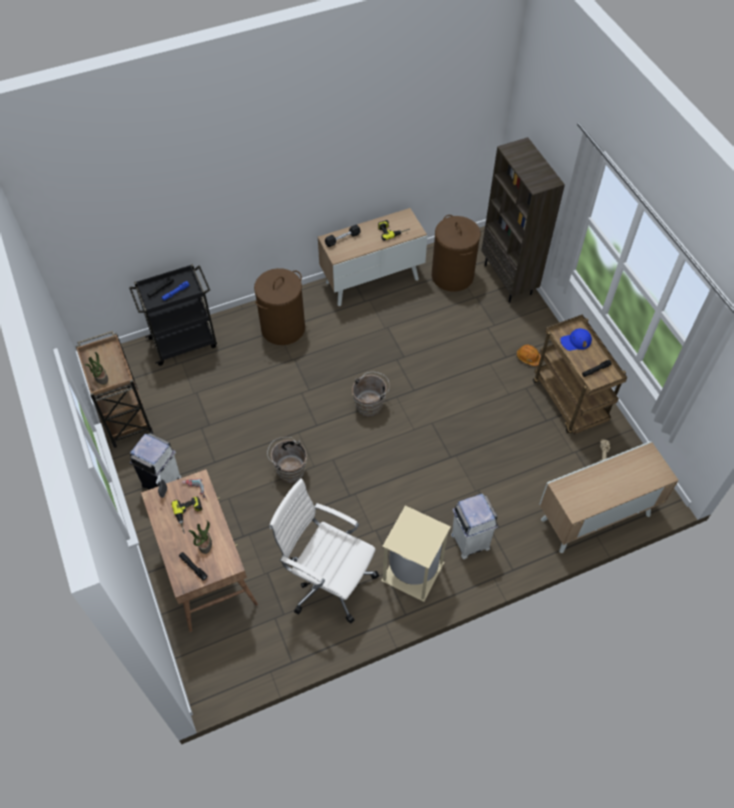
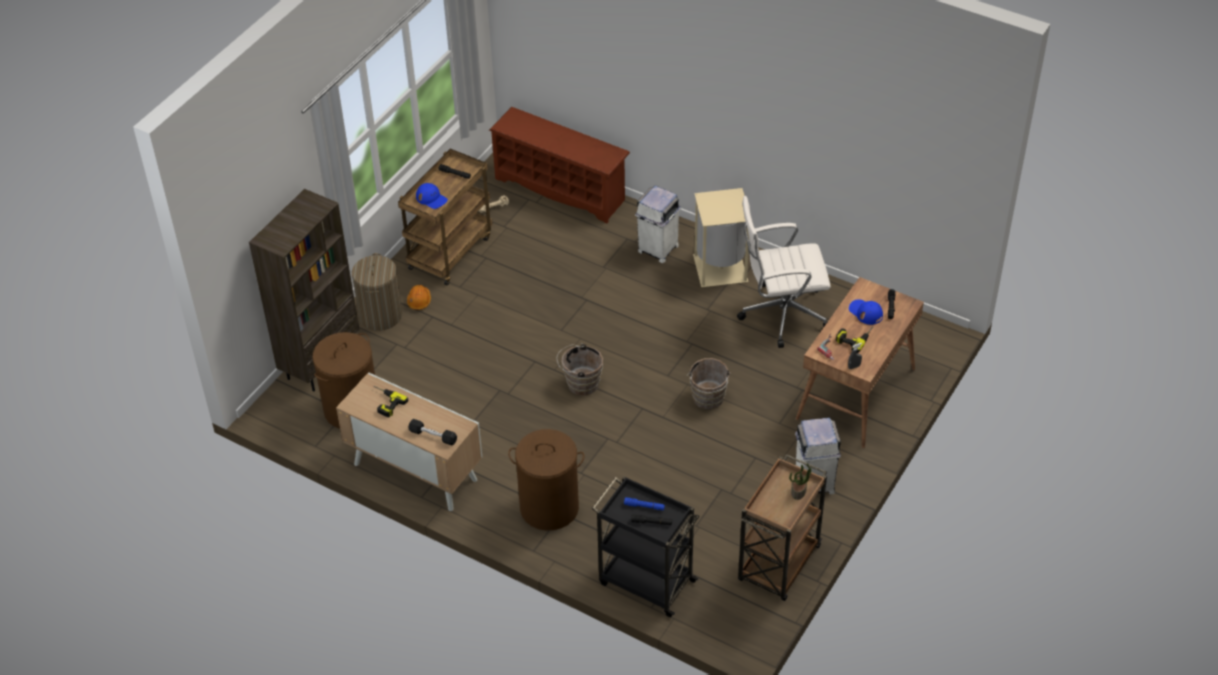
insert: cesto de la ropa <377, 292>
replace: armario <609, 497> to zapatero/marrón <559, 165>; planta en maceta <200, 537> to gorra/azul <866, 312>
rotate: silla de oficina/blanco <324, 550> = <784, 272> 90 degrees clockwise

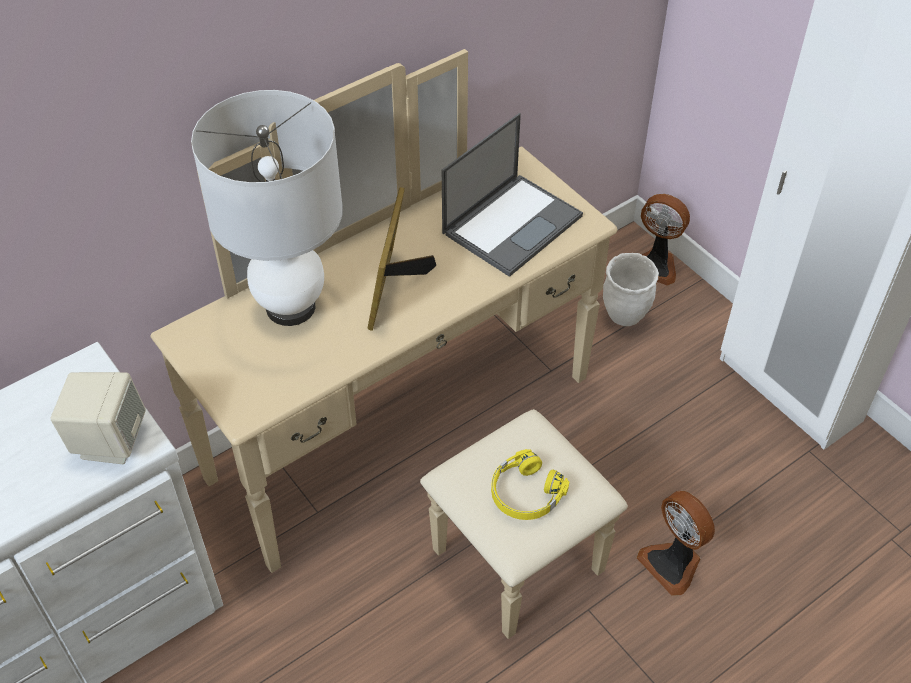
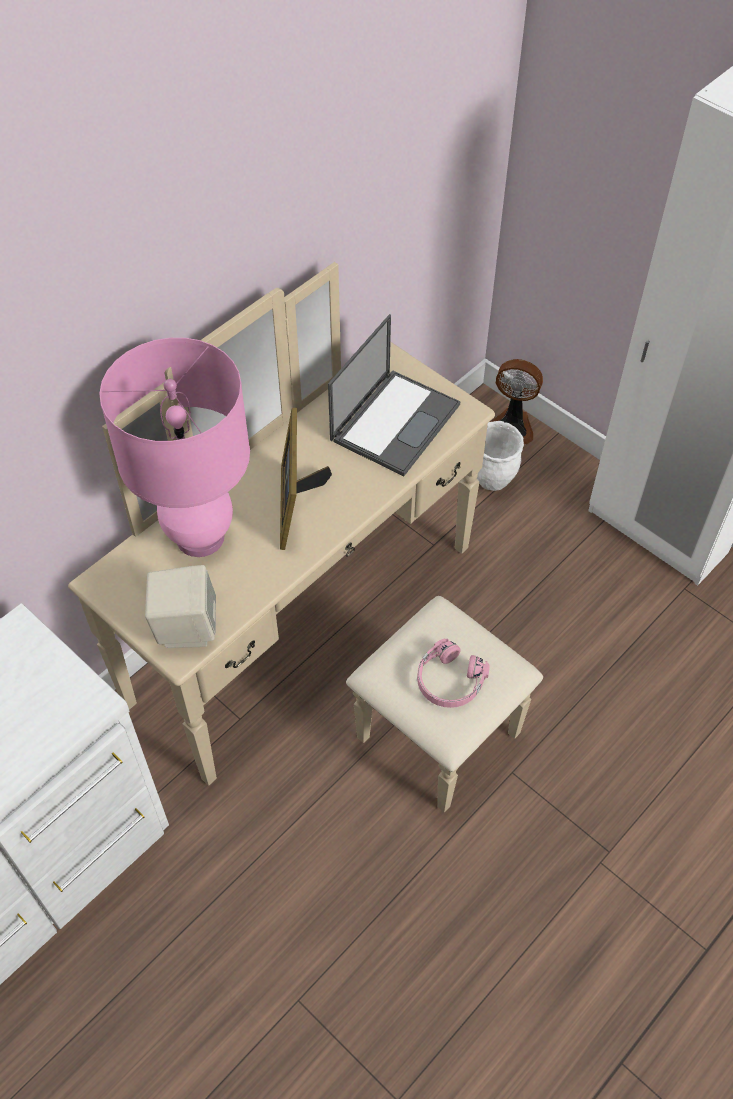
delete: ventilador <676, 543>
move: altavoz/beis <98, 418> to <180, 606>
recolor: lámpara de mesa/blanco <267, 208> to lámpara de mesa/rosa <174, 447>; auriculares/amarillo <530, 484> to auriculares/rosa <453, 673>

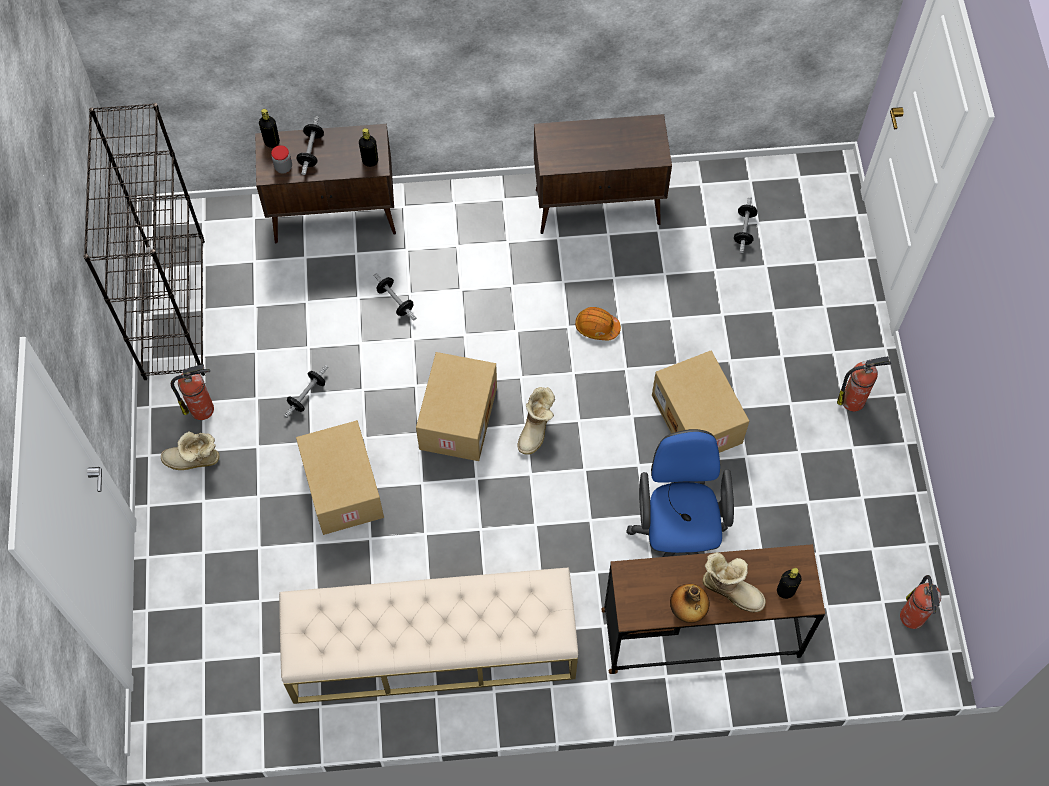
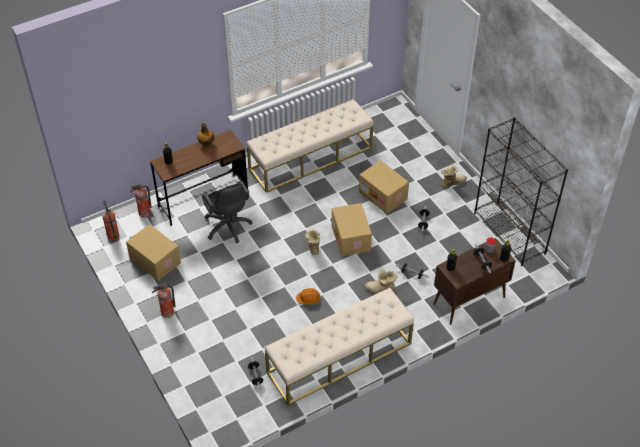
move: caja de cartón <700, 401> to <153, 252>; extintor <192, 392> to <141, 201>; bota <734, 582> to <381, 281>
replace: armario/marrón <603, 174> to banco/beis <339, 346>
recolor: silla de oficina/azul <680, 493> to silla de oficina/negro <227, 212>

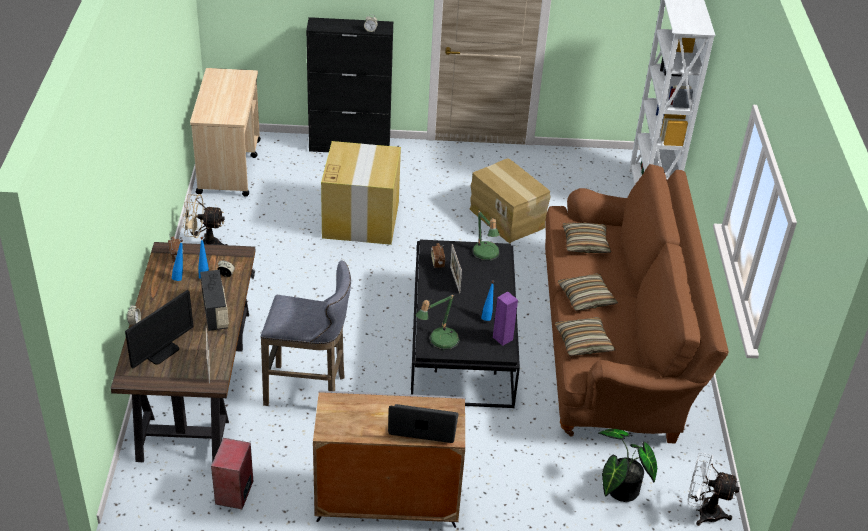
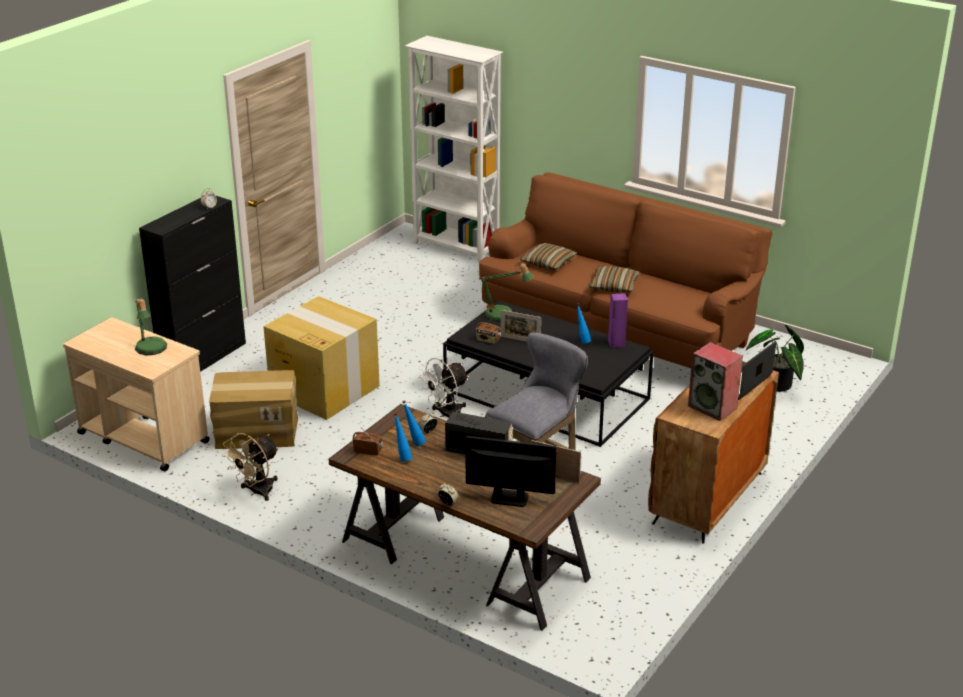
delete: cojín <585, 336>
move: lámpara de mesa <438, 322> to <151, 326>; caja de cartón <510, 200> to <253, 409>; ventilador/blanco <714, 489> to <443, 387>; altavoz <232, 473> to <715, 381>
recolor: armario/gris <389, 459> to armario/marrón <713, 452>
rotate: monitor <159, 329> = <511, 471> 60 degrees counterclockwise

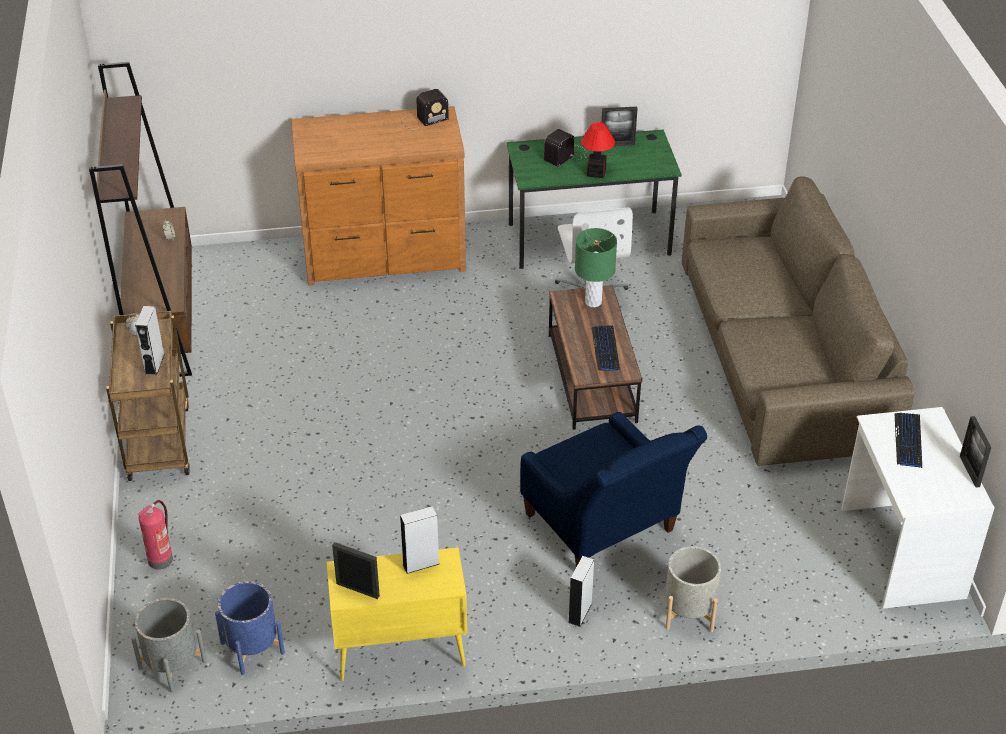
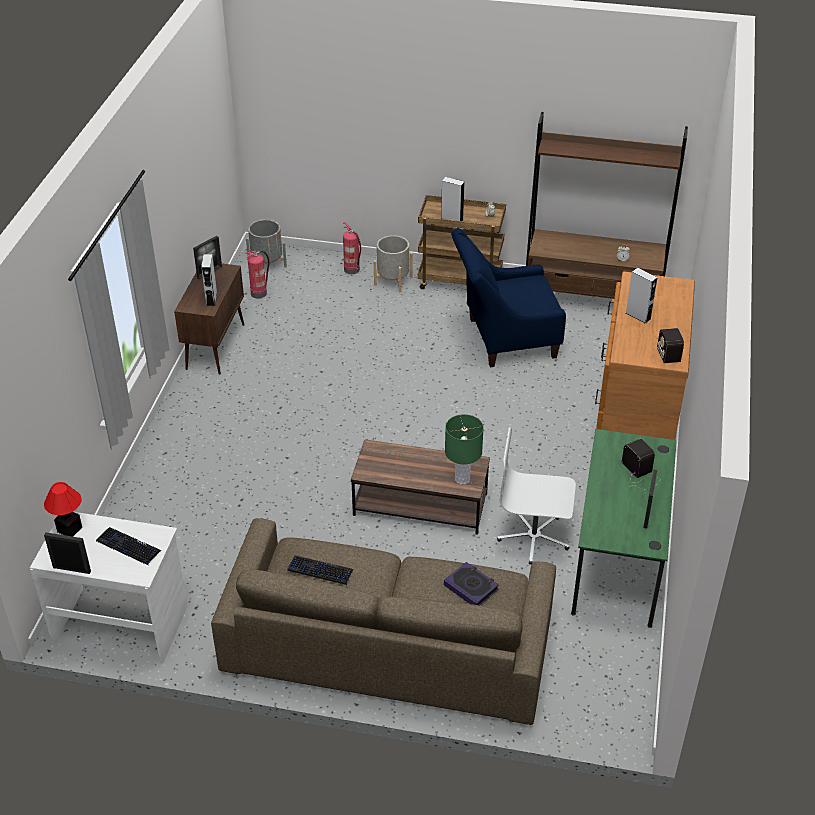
insert: libro <471, 584>
move: lámpara de mesa <598, 150> to <63, 509>; teclado <605, 348> to <320, 570>; maceta/gris <693, 589> to <393, 263>; sillón/azul <613, 489> to <508, 297>; altavoz/gris <581, 591> to <641, 296>
replace: maceta/azul <250, 628> to extintor <257, 275>
recolor: armario/amarillo <397, 614> to armario/marrón <209, 319>

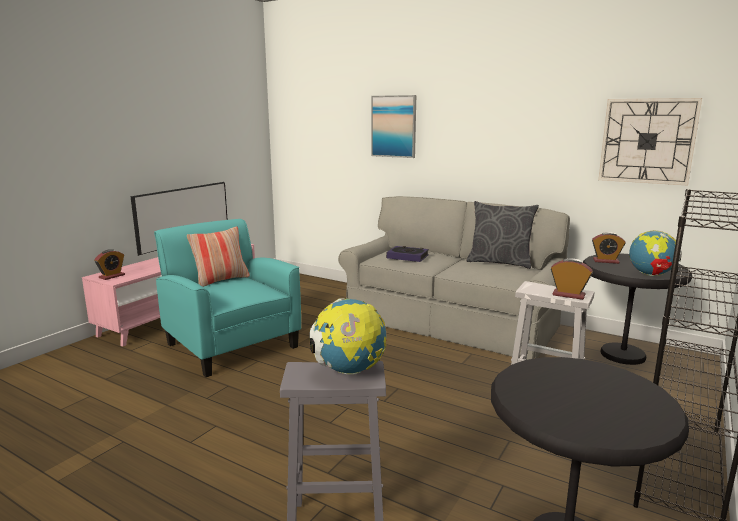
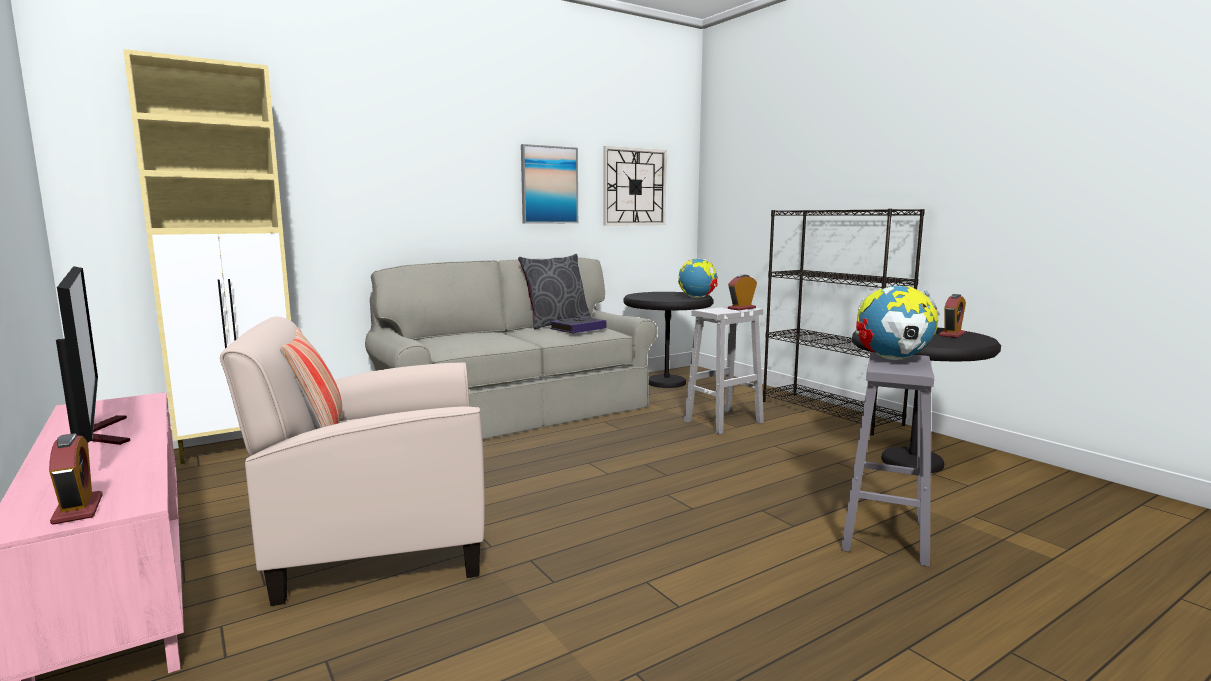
insert: armario/beis <207, 256>
move: cuadro <393, 126> to <549, 184>; libro <407, 254> to <578, 325>; despertador <608, 248> to <952, 316>
recolor: sillón/turquesa <227, 298> to sillón/beis <352, 461>

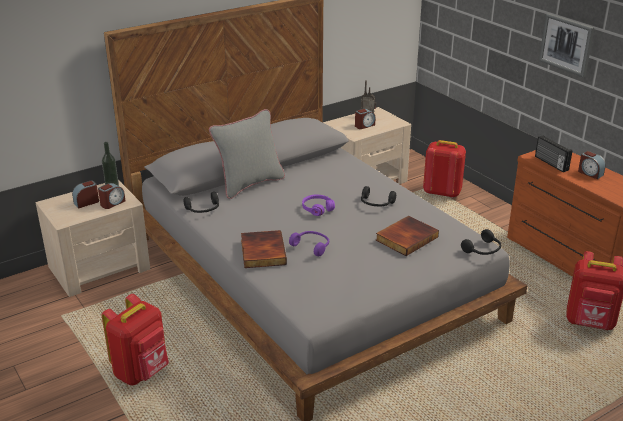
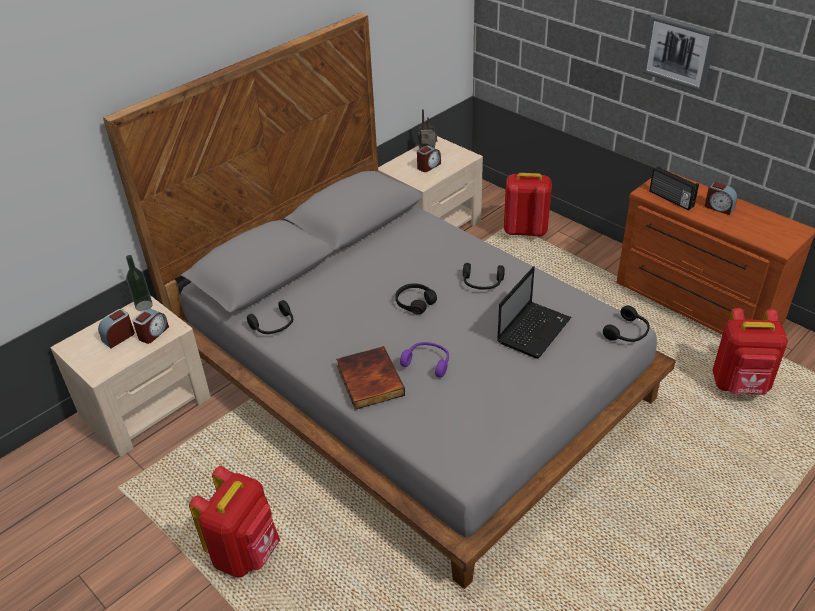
delete: cojín/gris <247, 154>
replace: libro <407, 236> to portátil <534, 312>
recolor: auriculares/morado <318, 205> to auriculares/negro <416, 299>

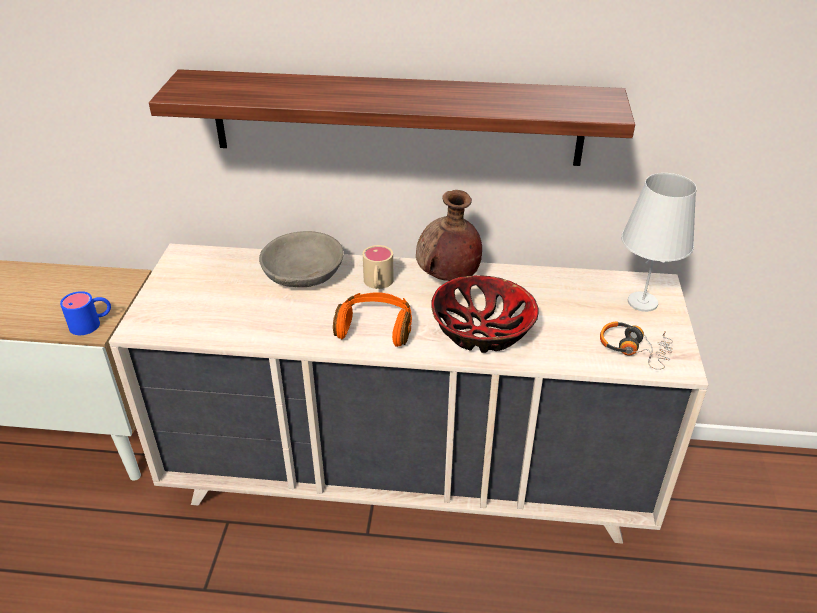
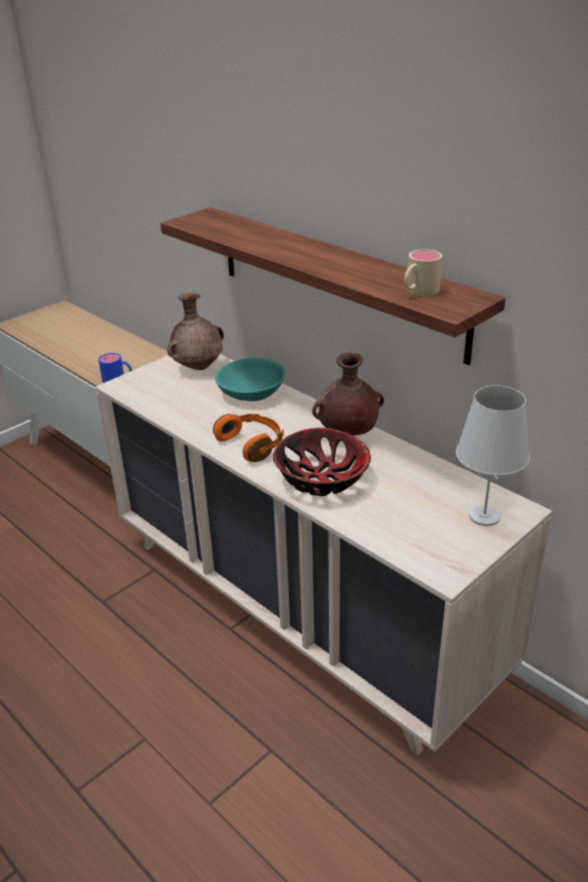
delete: auriculares <636, 345>
insert: florero/marrón <195, 331>
move: taza grande/beis <378, 267> to <423, 272>
recolor: cuenco/gris <301, 259> to cuenco/turquesa <250, 379>

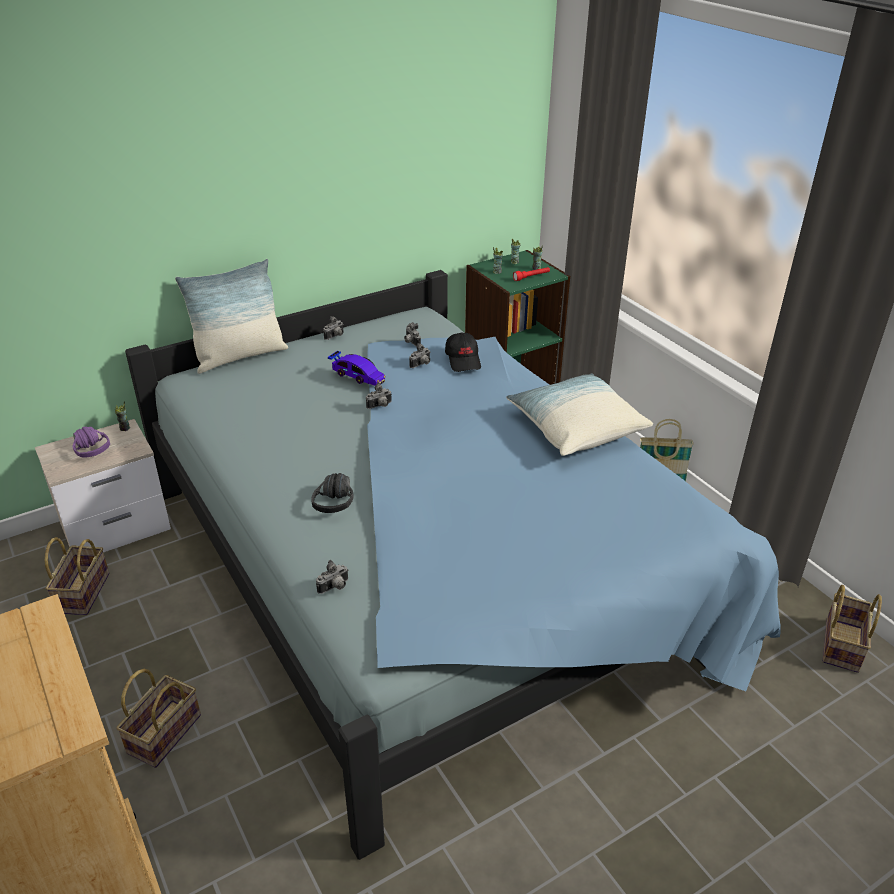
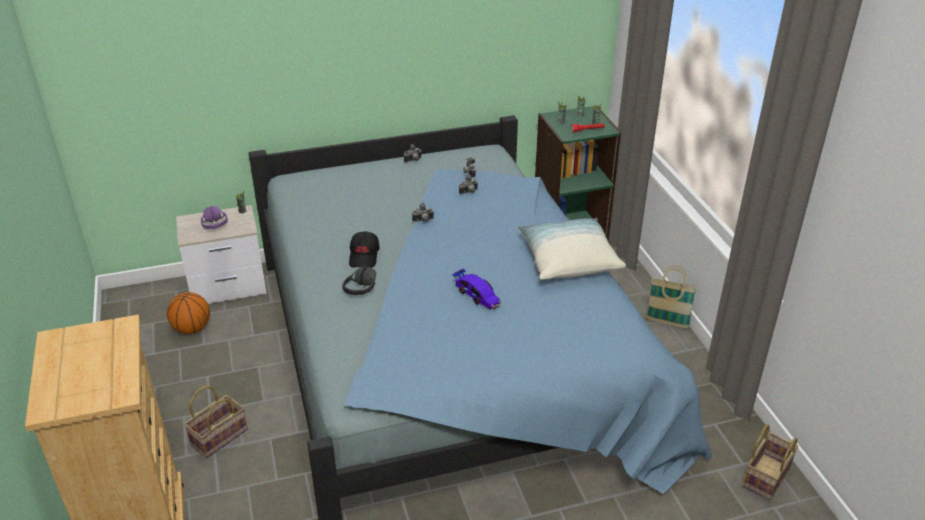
delete: cojín <231, 316>; cámara <332, 577>
move: gorra/negro <463, 352> to <364, 249>; coche de juguete <357, 368> to <476, 289>
replace: cesta <77, 576> to balón de baloncesto <188, 313>

